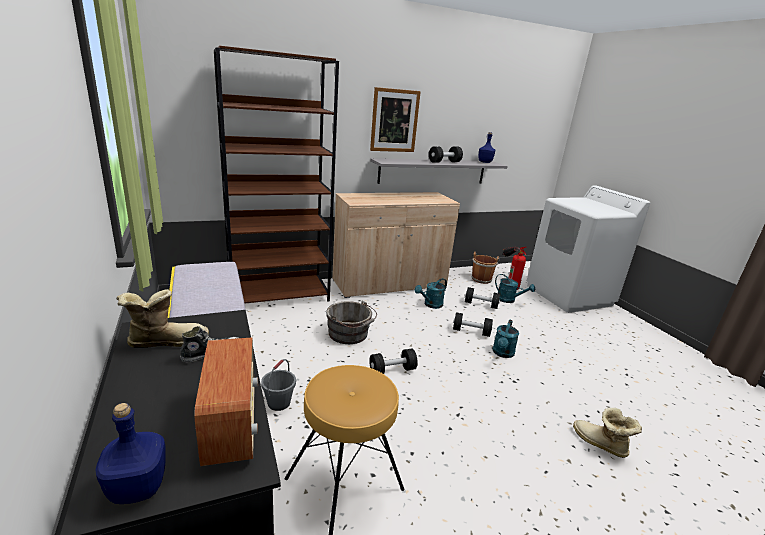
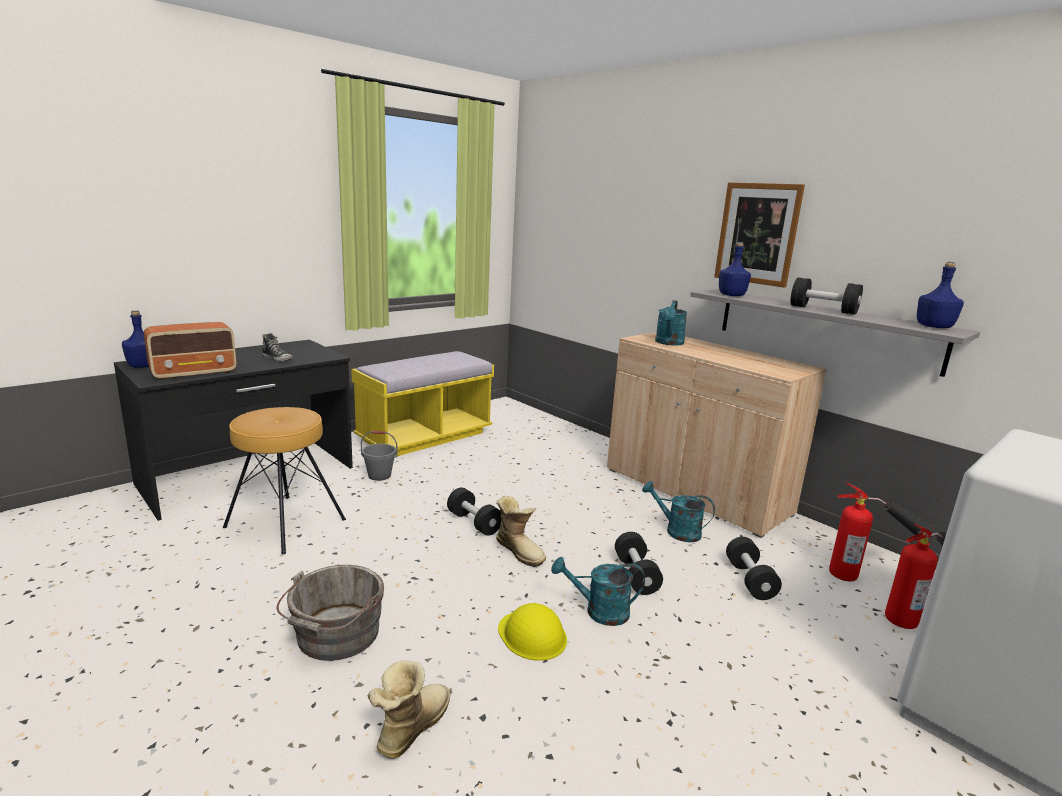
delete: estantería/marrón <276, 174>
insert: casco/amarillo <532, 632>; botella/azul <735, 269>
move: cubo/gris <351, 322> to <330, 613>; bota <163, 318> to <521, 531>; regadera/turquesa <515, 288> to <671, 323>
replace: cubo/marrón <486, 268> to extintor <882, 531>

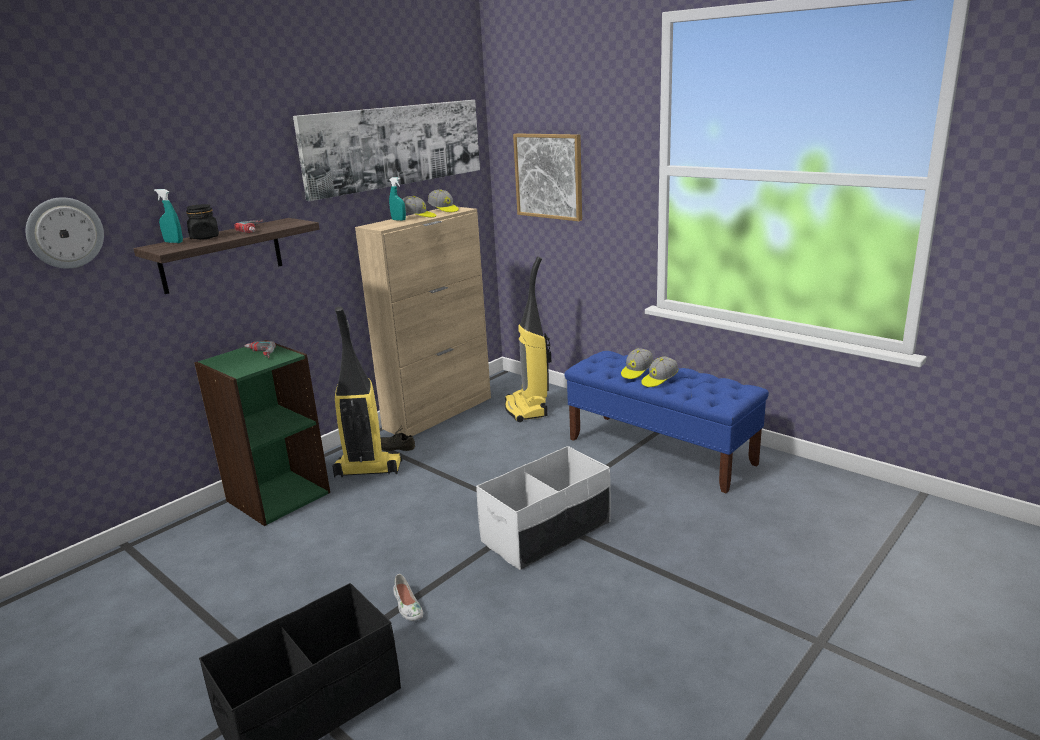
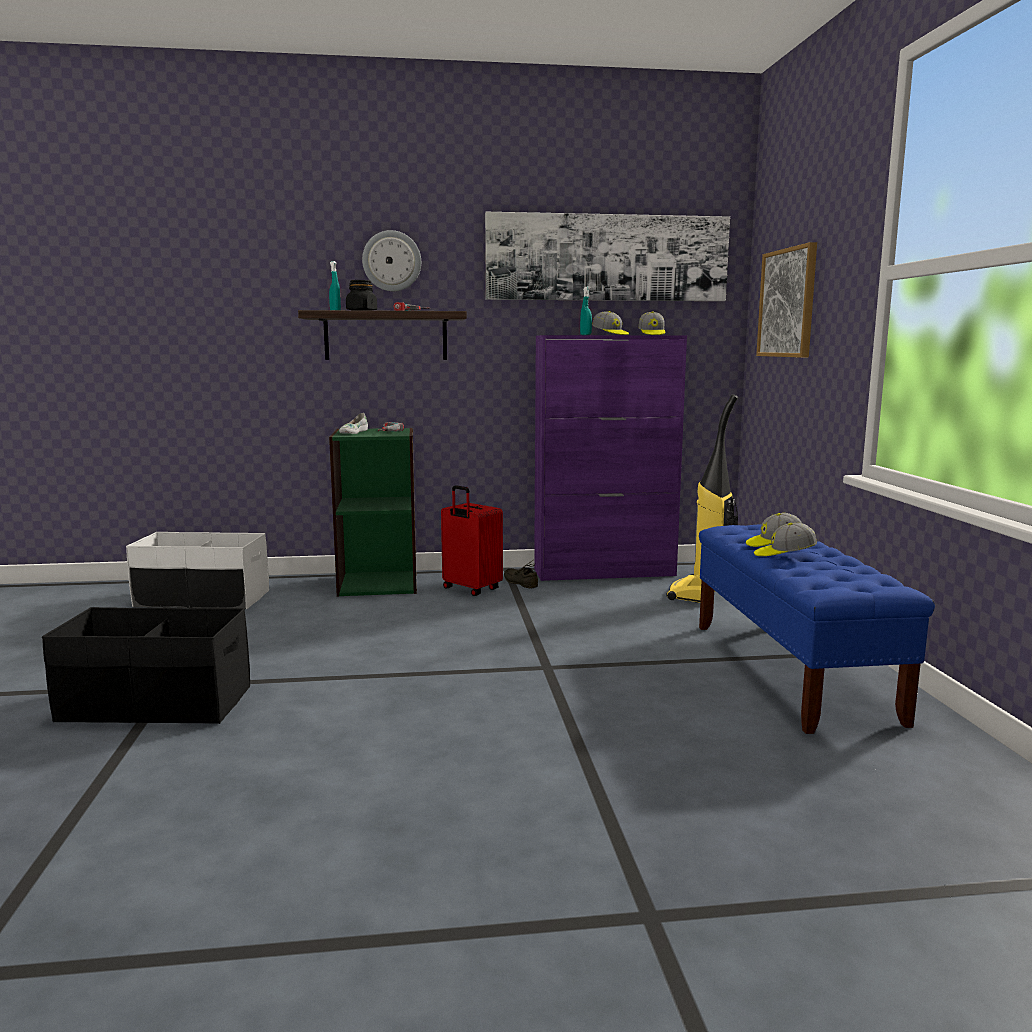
move: caja de almacenaje/blanco <543, 508> to <197, 570>; zapato/blanco <408, 597> to <353, 423>; reloj de pared <65, 233> to <391, 260>
replace: aspiradora <367, 392> to maleta/rojo <472, 540>
recolor: armario/beis <423, 321> to armario/morado <610, 458>

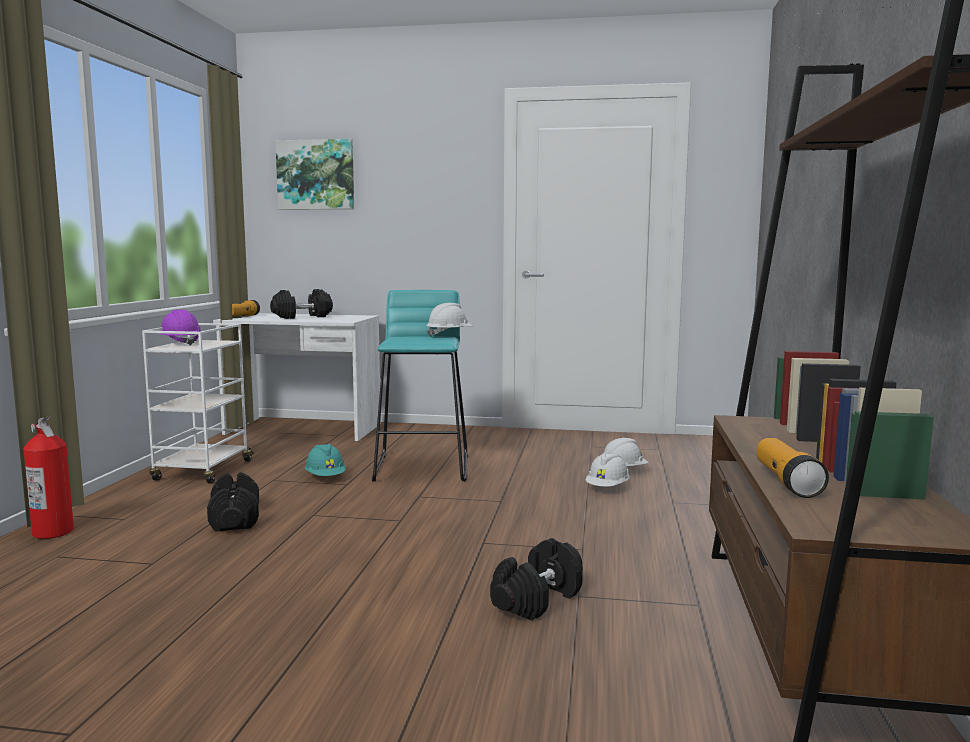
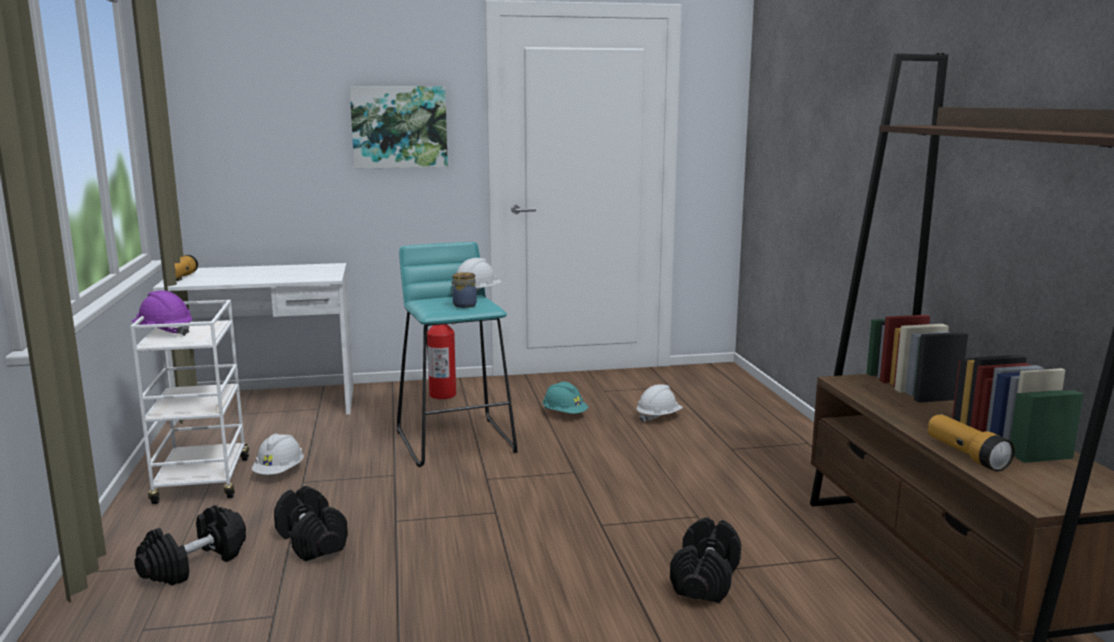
insert: tarro <464, 290>
move: mancuerna/negro <301, 304> to <190, 545>; casco/blanco <608, 469> to <277, 454>; cuadro <314, 174> to <399, 127>; extintor <49, 477> to <441, 361>; casco/turquesa <325, 460> to <565, 398>

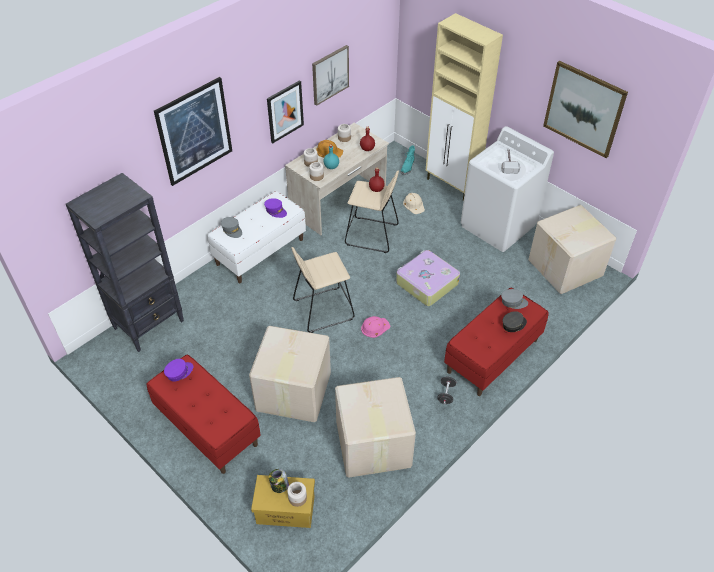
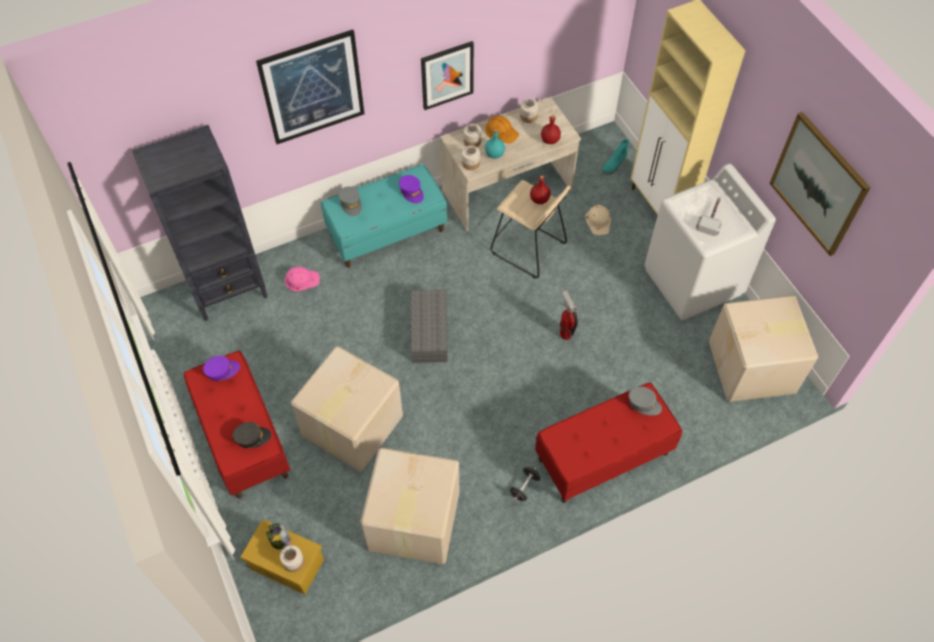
delete: cuadro <330, 75>
move: gorra/gris <515, 321> to <251, 435>; casco/rosa <376, 327> to <302, 279>
replace: taburete/beis <323, 290> to caja de almacenaje/gris <429, 326>; maleta <428, 278> to extintor <569, 315>
recolor: banco/blanco <256, 237> to banco/turquesa <384, 216>

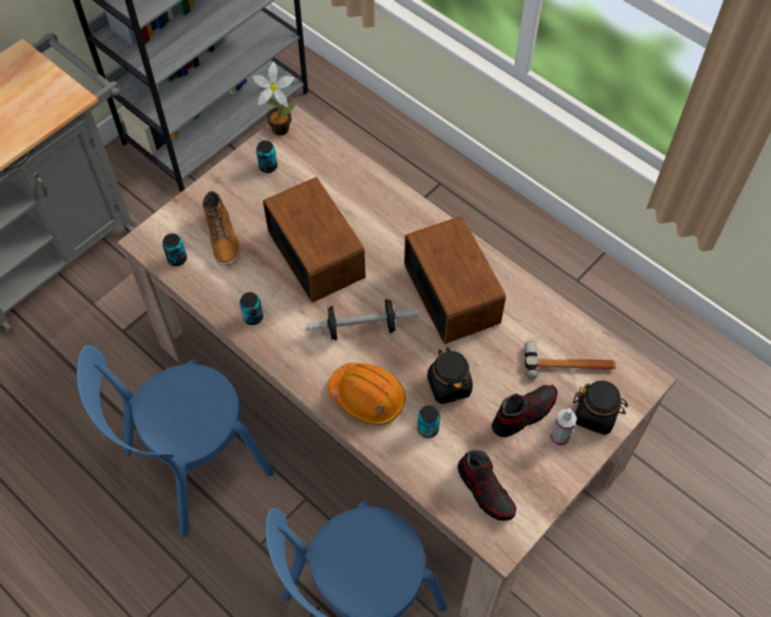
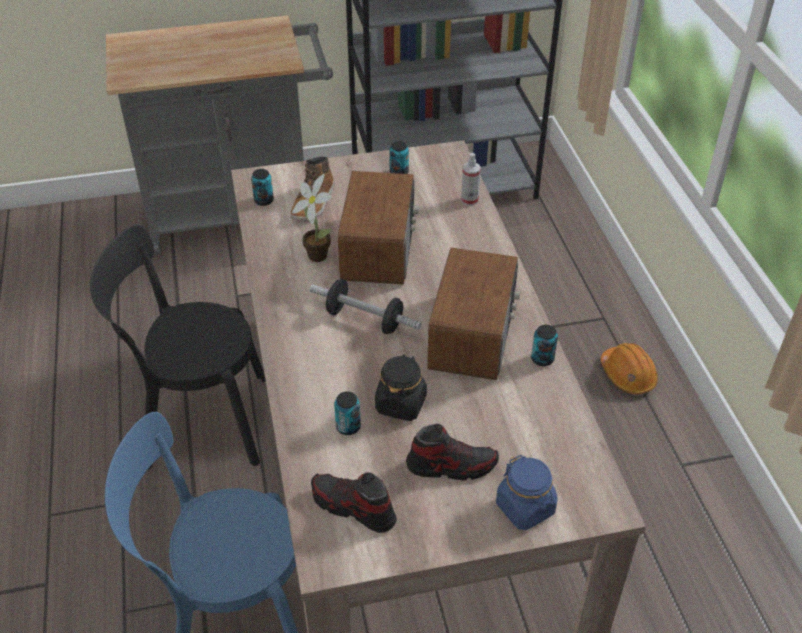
delete: martillo <570, 360>
move: planta en maceta <275, 98> to <312, 218>; pulverizador <563, 427> to <471, 179>; lata <251, 308> to <544, 345>; casco/naranja <367, 394> to <629, 368>
recolor: silla/azul <175, 441> to silla/negro <178, 347>; tarro/negro <600, 408> to tarro/azul <526, 492>
rotate: zapato <487, 485> = <354, 502> 120 degrees clockwise

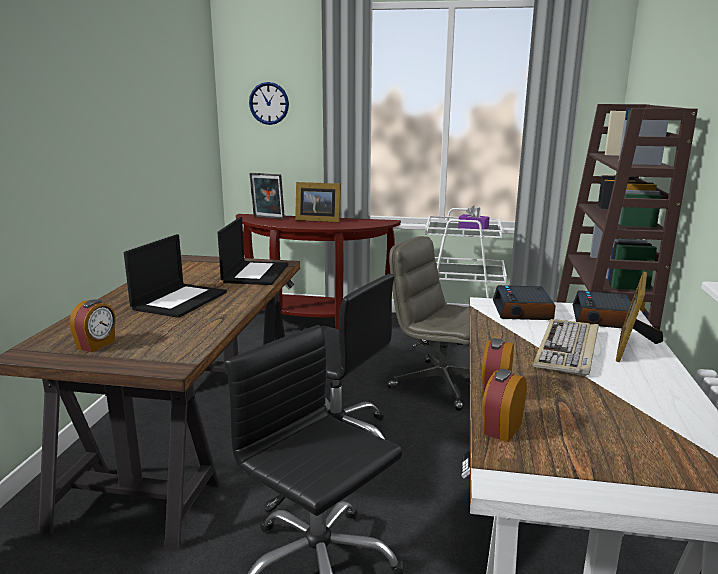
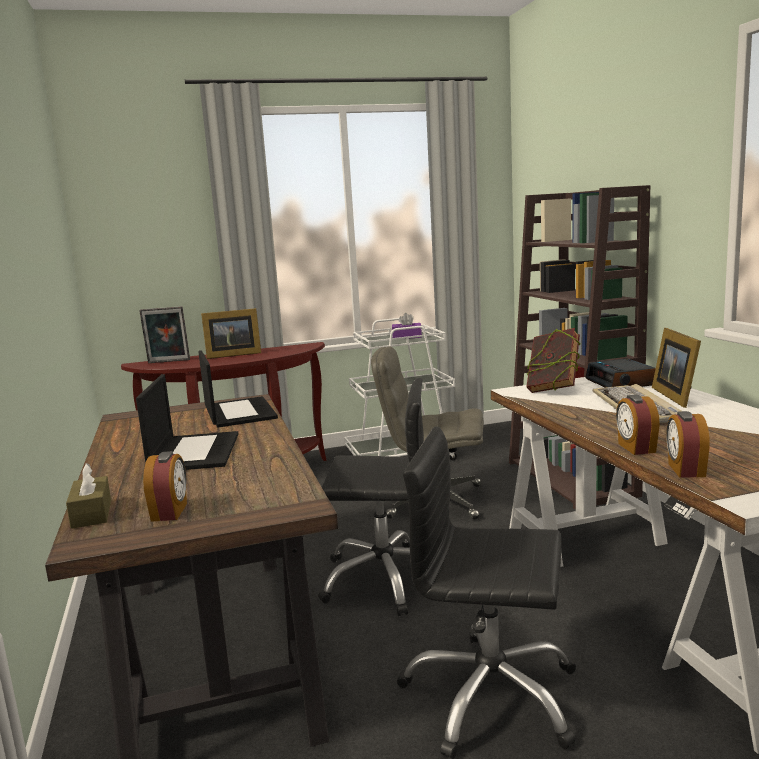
delete: reloj de pared <269, 103>
insert: caja de pañuelos/marrón <88, 496>
replace: despertador <524, 302> to libro <553, 360>

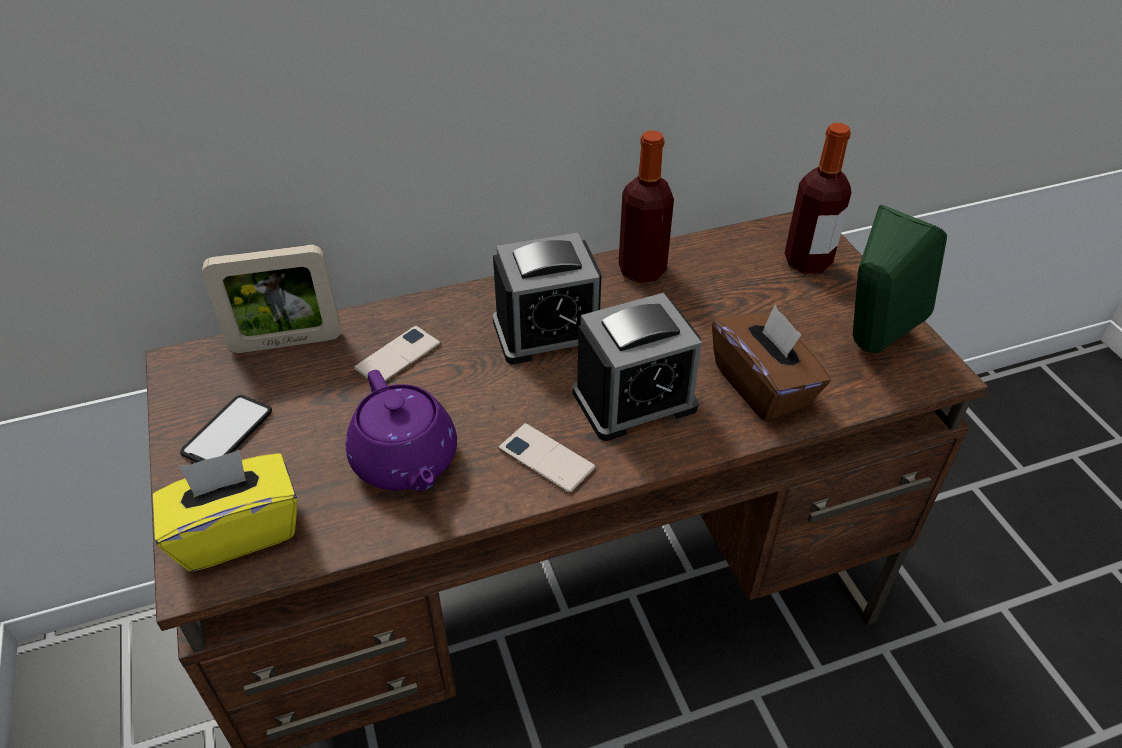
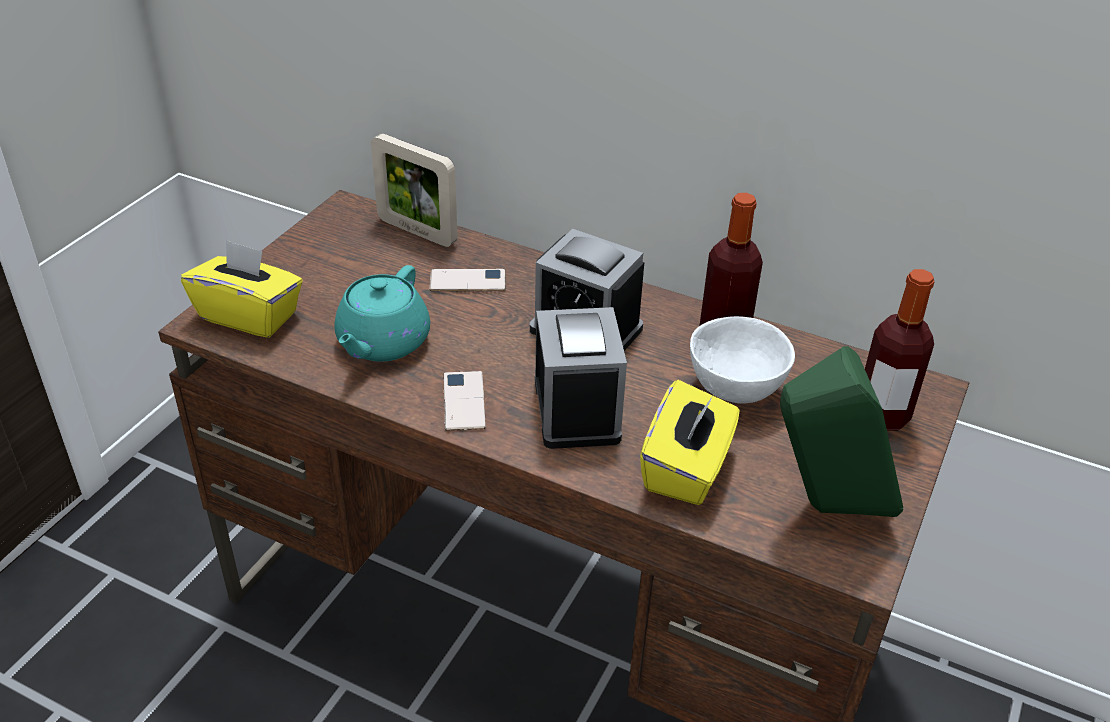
delete: móvil <226, 429>
insert: cuenco/blanco <742, 360>
recolor: tetera/morado <401, 430> to tetera/turquesa <382, 313>; caja de pañuelos/marrón <771, 363> to caja de pañuelos/amarillo <690, 442>
rotate: despertador <637, 367> = <581, 378> 120 degrees counterclockwise

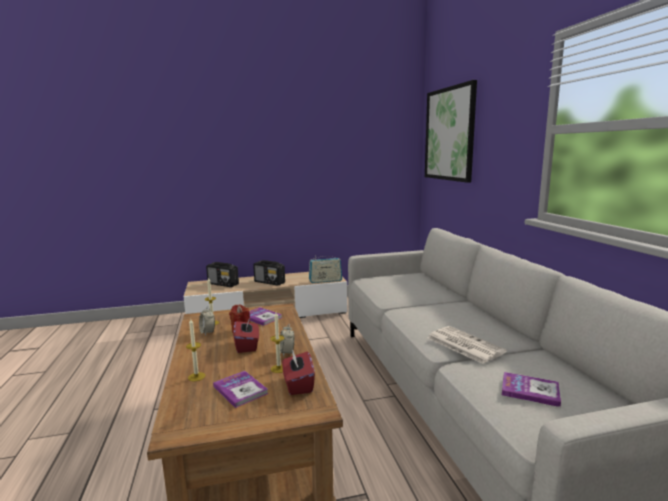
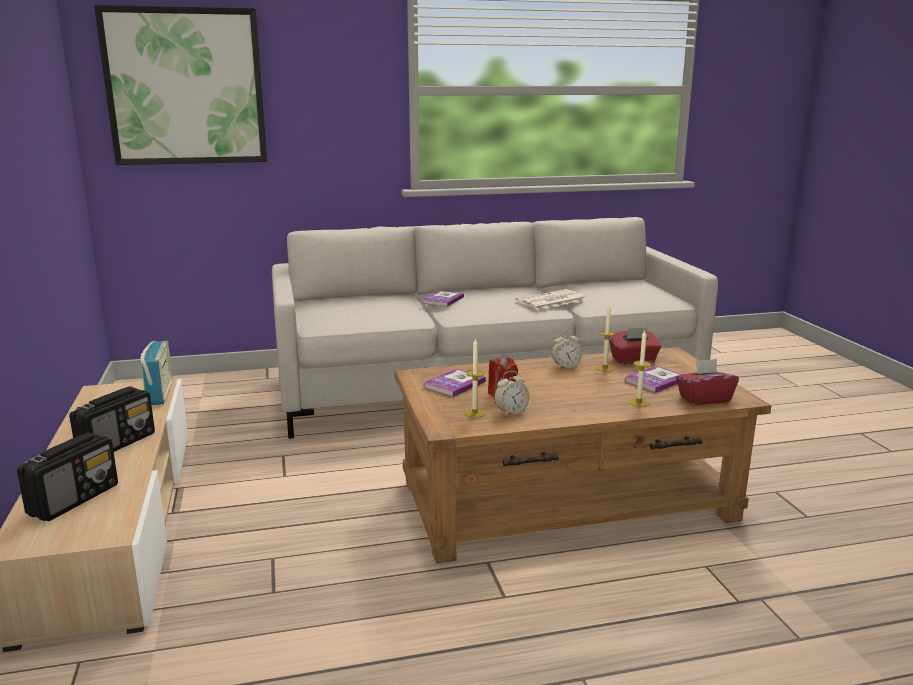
move: libro <531, 389> to <442, 298>; caja de pañuelos/rojo <246, 335> to <707, 382>

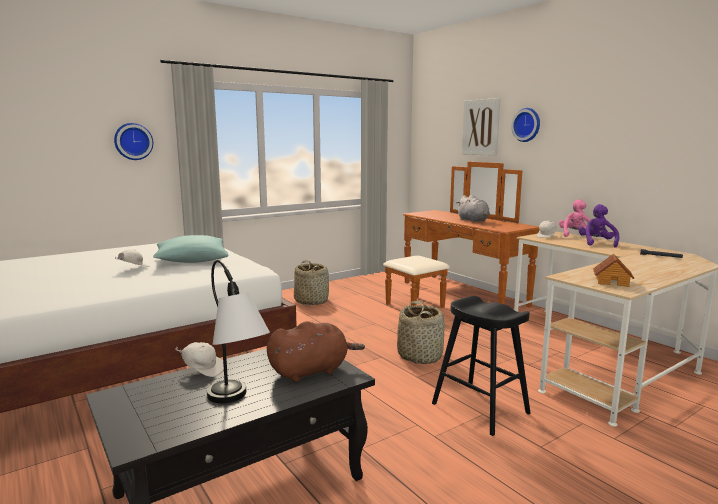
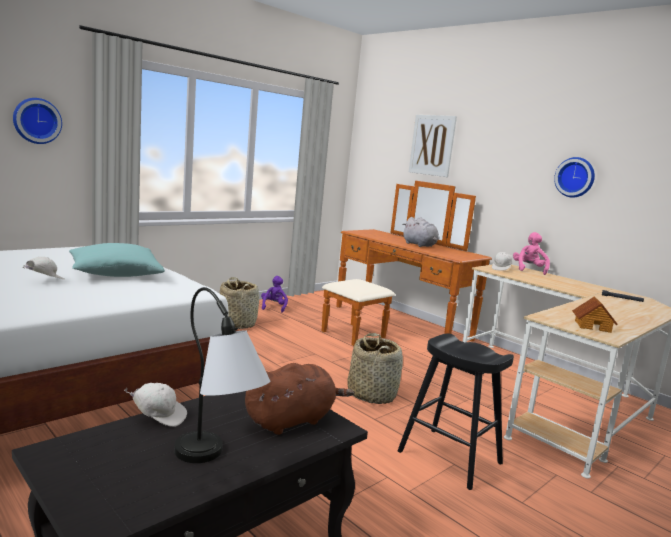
move: peluche/morado <599, 226> to <274, 294>; reloj de pared <525, 125> to <574, 177>

